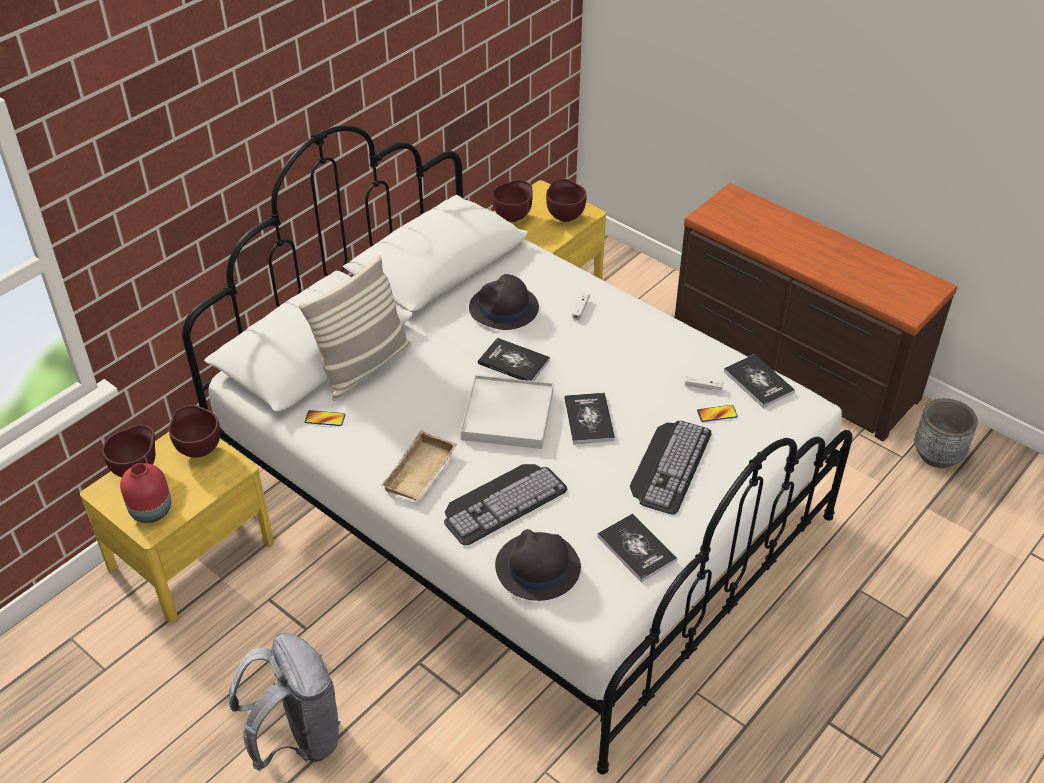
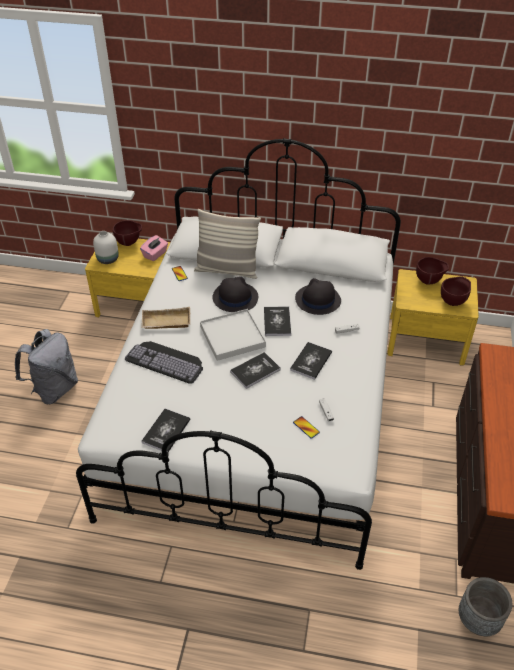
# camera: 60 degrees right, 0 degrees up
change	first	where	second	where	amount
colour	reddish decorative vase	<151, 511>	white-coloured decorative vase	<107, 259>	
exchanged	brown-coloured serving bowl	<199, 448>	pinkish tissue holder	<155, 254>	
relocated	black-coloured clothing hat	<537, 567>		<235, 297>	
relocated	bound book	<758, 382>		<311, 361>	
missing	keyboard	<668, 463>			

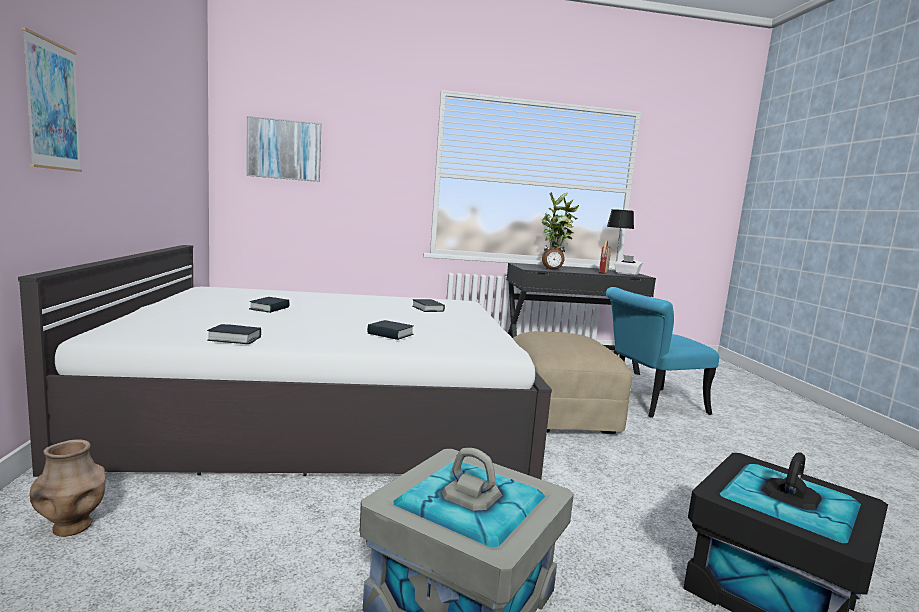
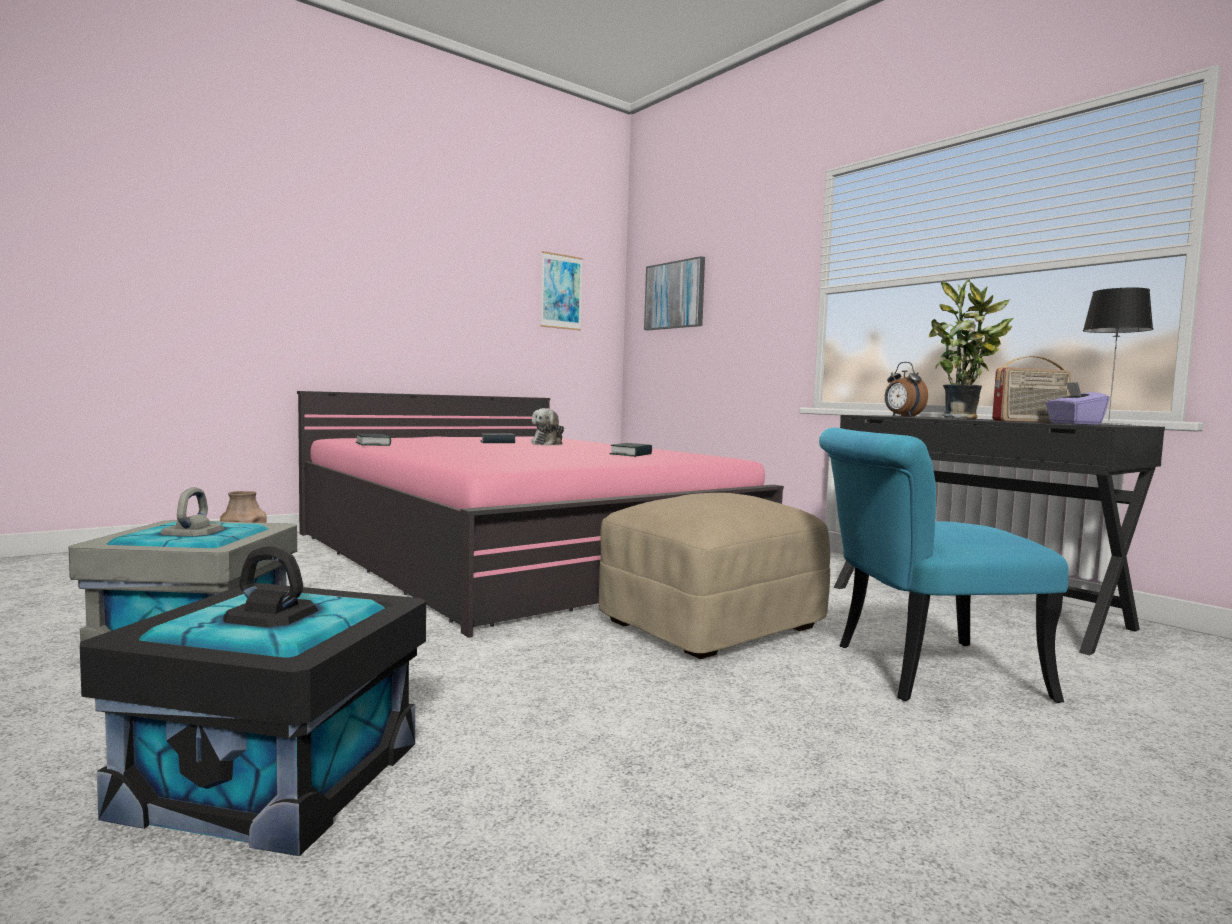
# camera: 60 degrees right, 5 degrees down
change	first	where	second	where	amount
colour	white-coloured bed	<324, 407>	pinkish bed	<518, 552>	
appeared			plush toy	<548, 444>	
relocated	wall picture	<52, 106>		<561, 291>	
spun	turquoise-coloured upright chair	<648, 403>		<916, 671>	45 degrees counterclockwise
colour	white-coloured tissue holder	<626, 274>	purple tissue holder	<1073, 423>	
missing	bound book	<390, 334>			

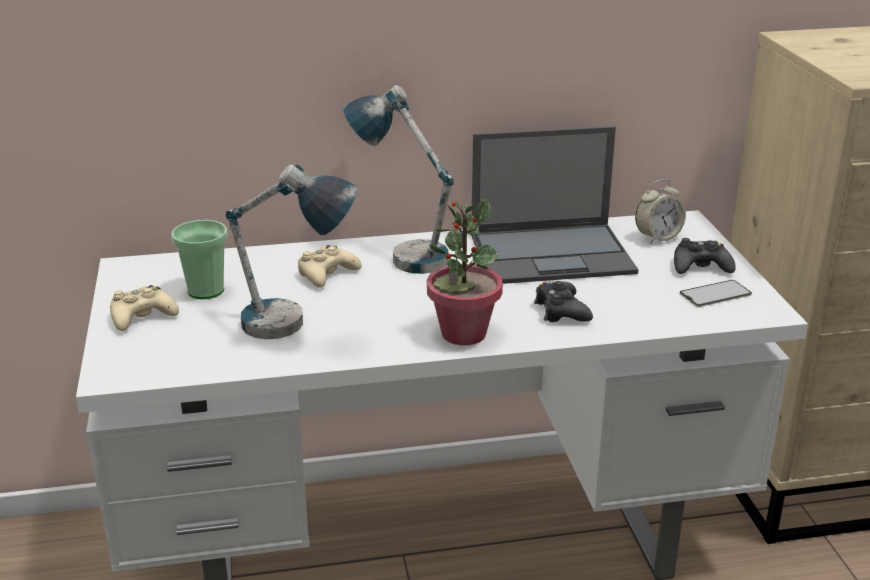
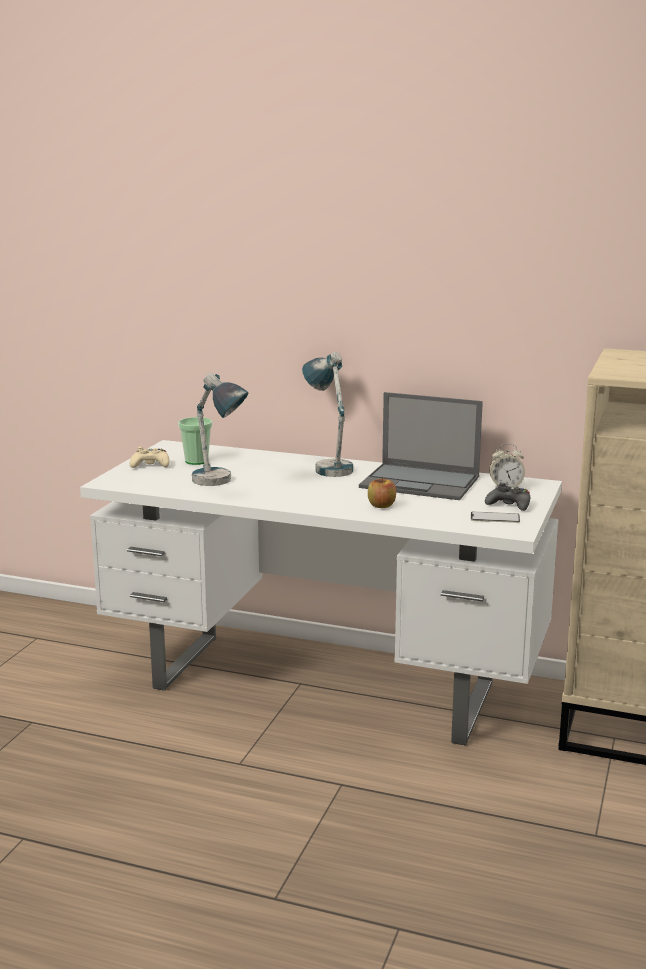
# camera: 30 degrees right, 10 degrees down
change	first	where	second	where	amount
exchanged	black-coloured joypad	<561, 311>	whole apple	<381, 506>	
missing	sand-coloured joypad	<327, 274>			
missing	potted plant	<463, 334>			

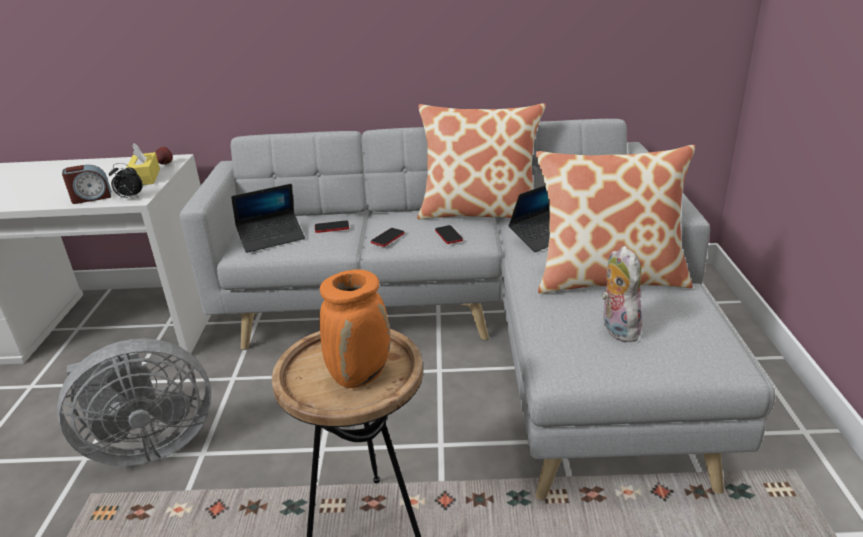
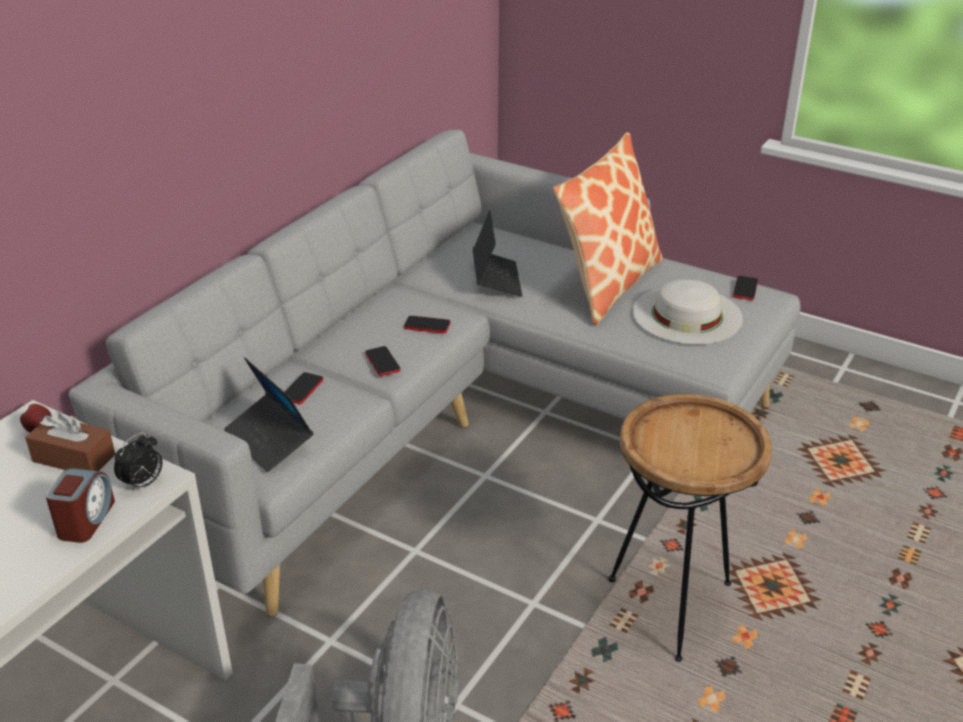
# camera: 60 degrees left, 5 degrees up
change	first	where	second	where	amount
colour	yellow tissue holder	<145, 177>	brown-coloured tissue holder	<74, 458>	
spun	laptop	<271, 238>		<269, 440>	135 degrees clockwise
exchanged	plush toy	<616, 329>	white-coloured clothing hat	<687, 315>	
appeared			telephone	<745, 289>	
missing	orangey decorative vase	<360, 375>			
missing	pillow	<480, 212>			

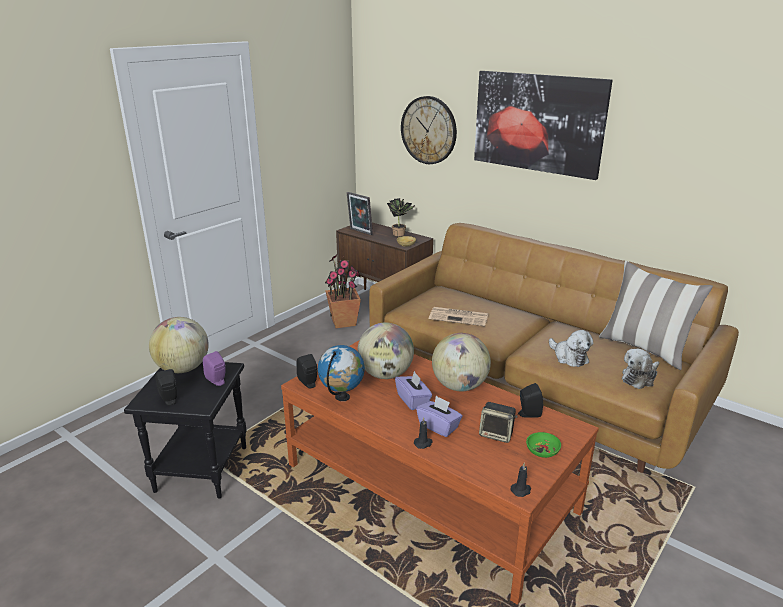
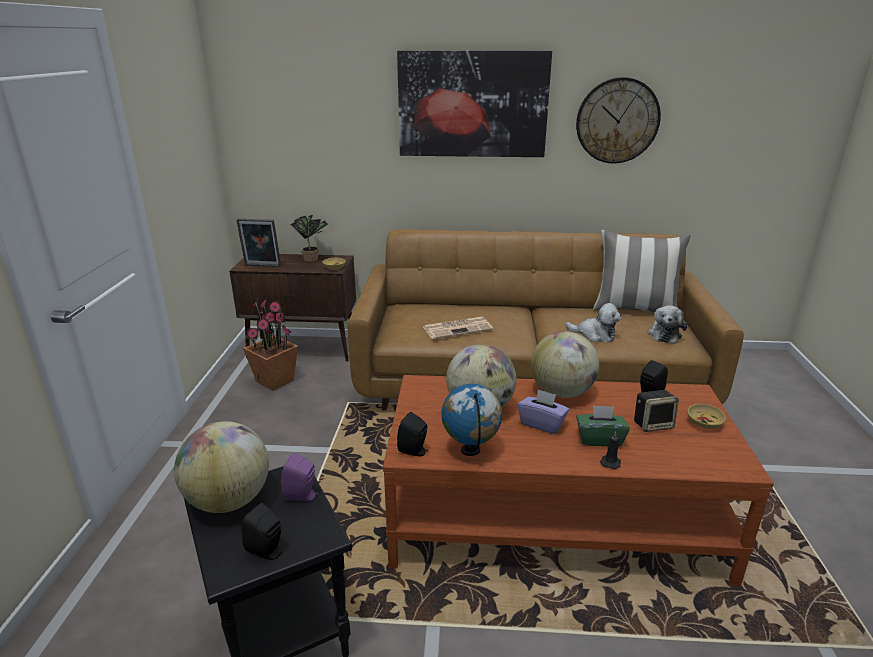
# camera: 35 degrees left, 0 degrees up
change	first	where	second	where	amount
relocated	clock on the wall	<429, 130>		<617, 121>	
colour	purple tissue holder	<439, 426>	greenish tissue holder	<599, 439>	
colour	greenish serving bowl	<543, 451>	sand-coloured serving bowl	<705, 423>	
missing	black-coloured wax candle	<521, 490>			

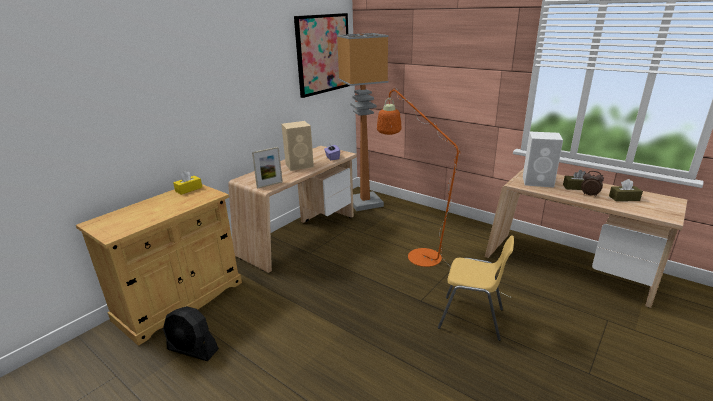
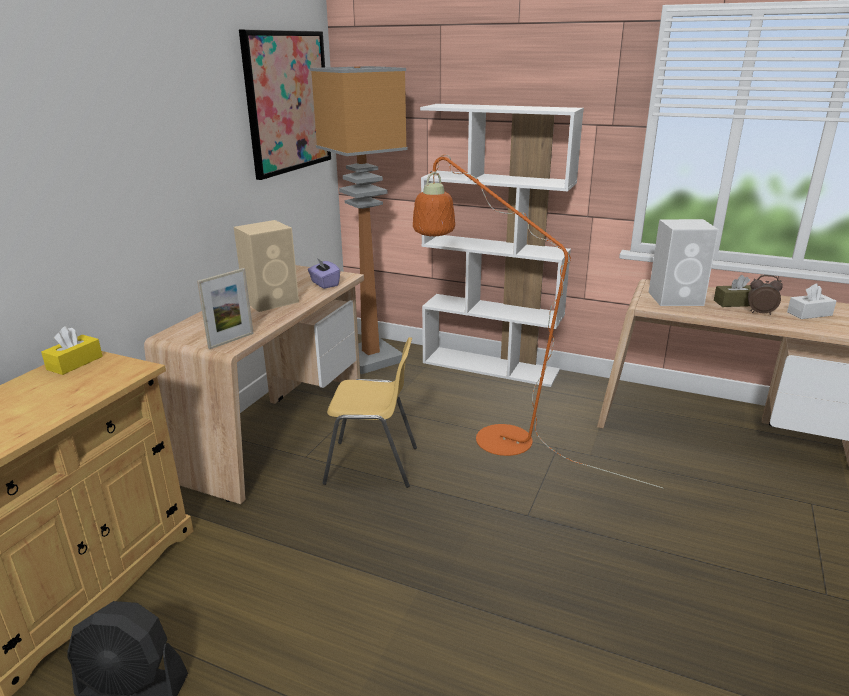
# camera: 15 degrees left, 0 degrees up
change	first	where	second	where	amount
relocated	yellow upright chair	<471, 318>		<373, 465>	
appeared			white-coloured bookcase	<491, 366>	
colour	brown-coloured tissue holder	<624, 198>	white-coloured tissue holder	<809, 314>	

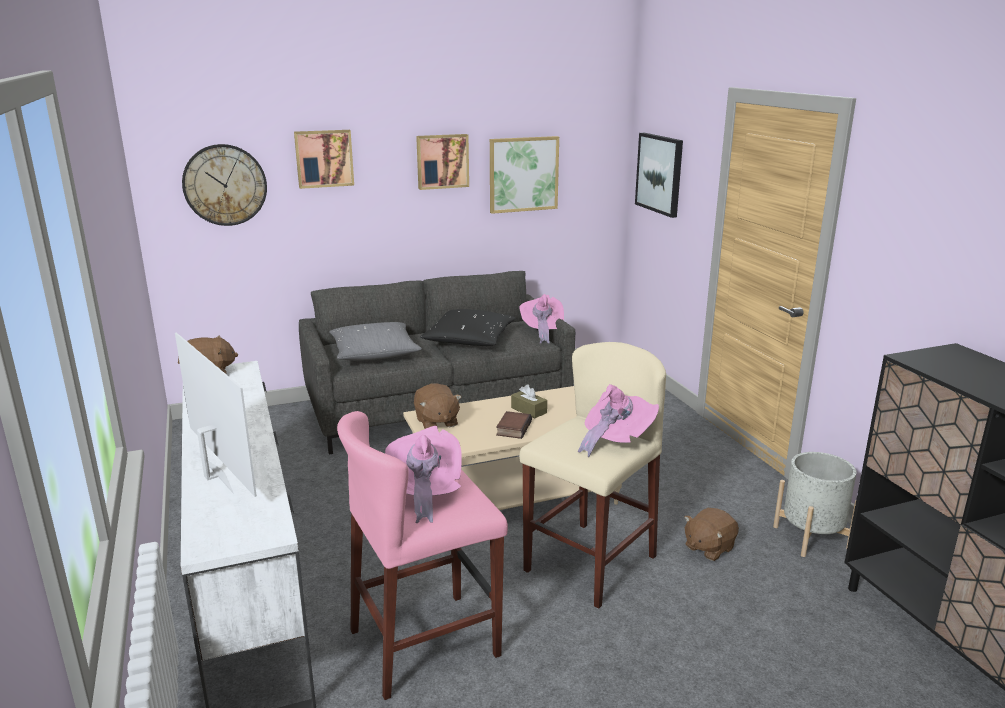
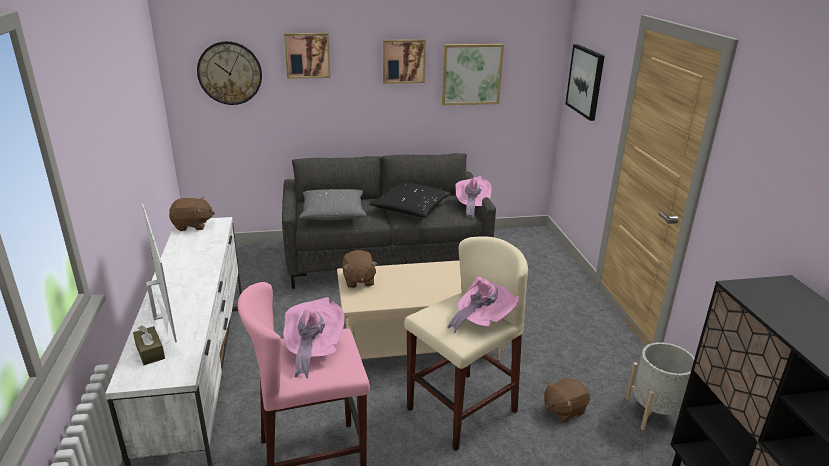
# camera: 10 degrees right, 5 degrees up
change	first	where	second	where	amount
relocated	brown-coloured tissue holder	<528, 410>		<150, 352>	
missing	bound book	<513, 428>			

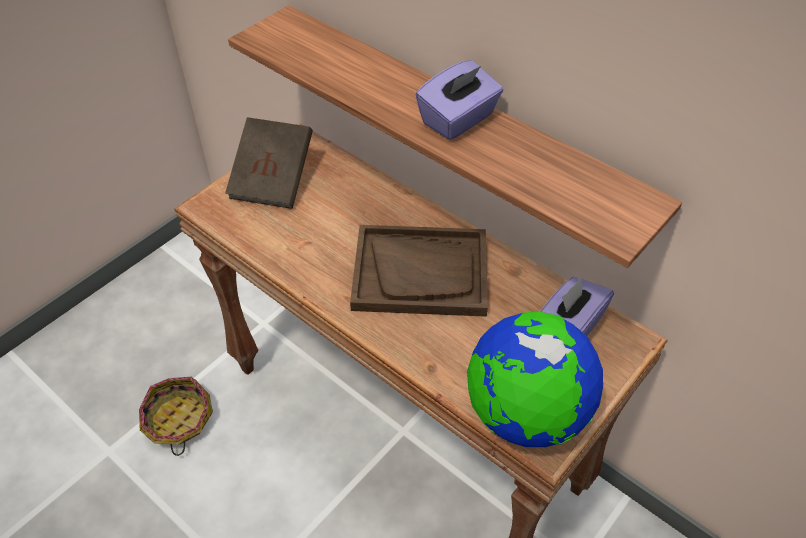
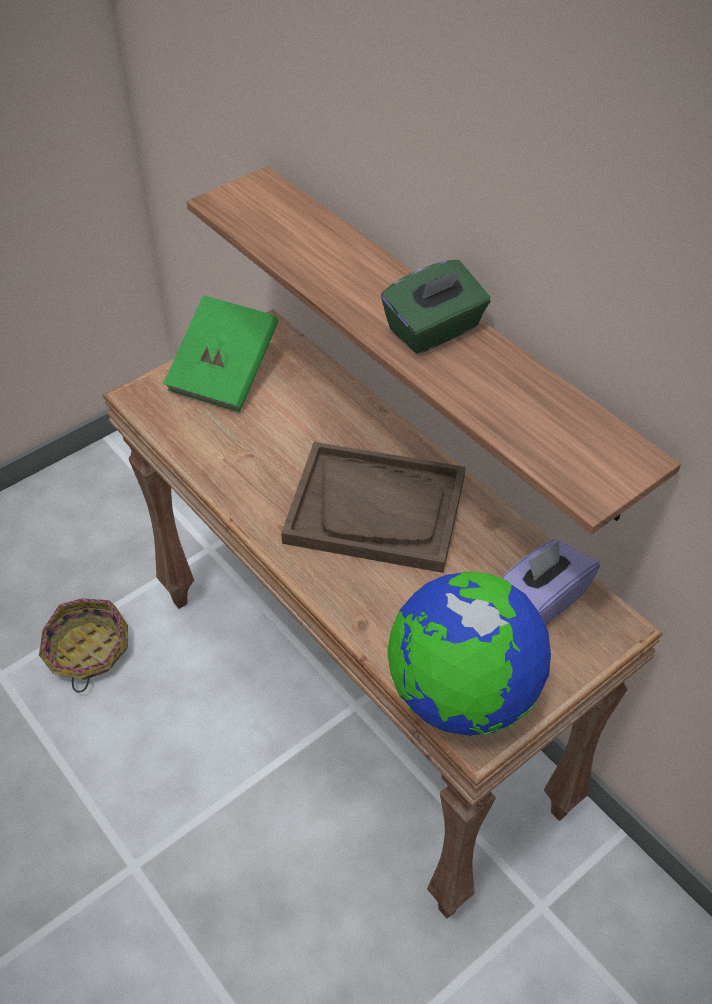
# camera: 10 degrees right, 0 degrees up
change	first	where	second	where	amount
colour	brown-coloured bound book	<273, 180>	greenish bound book	<224, 374>	
colour	purple tissue holder	<458, 120>	greenish tissue holder	<434, 330>	

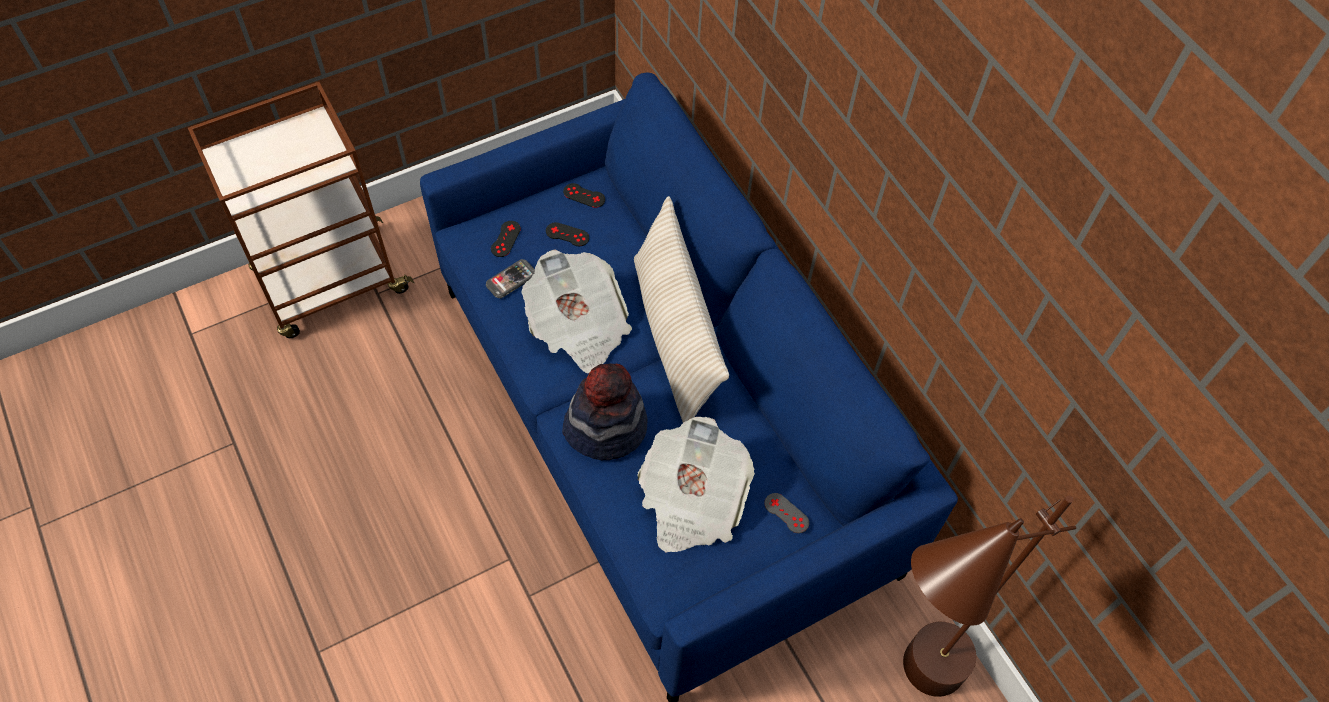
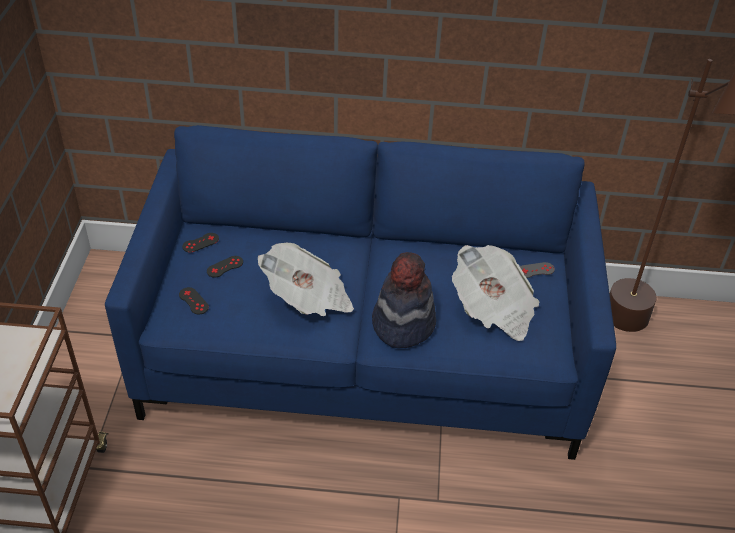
# camera: 55 degrees left, 15 degrees down
change	first	where	second	where	amount
missing	telephone	<511, 280>			
missing	sand-coloured pillow	<675, 338>			

